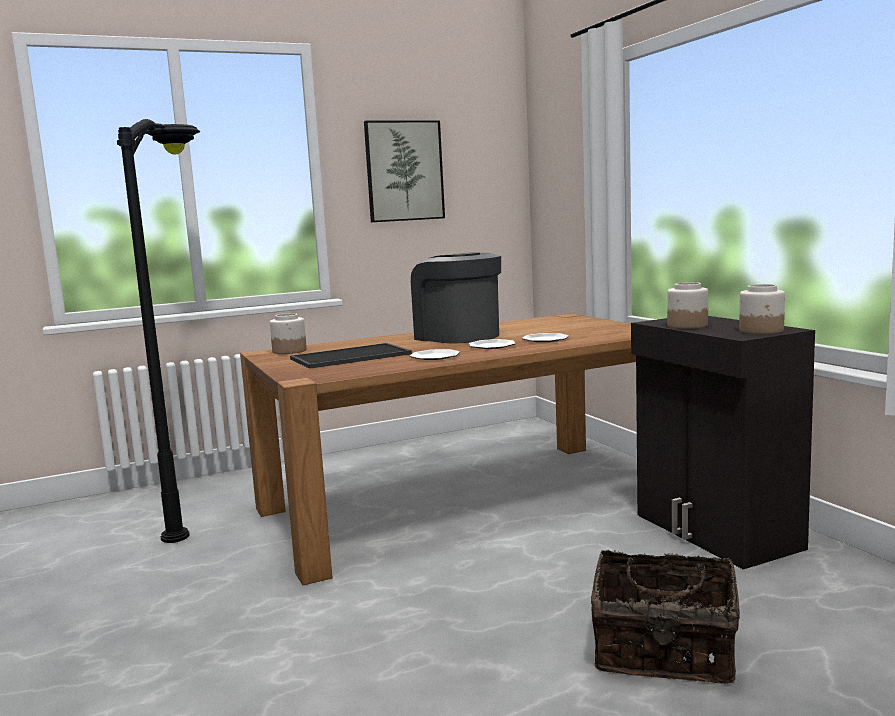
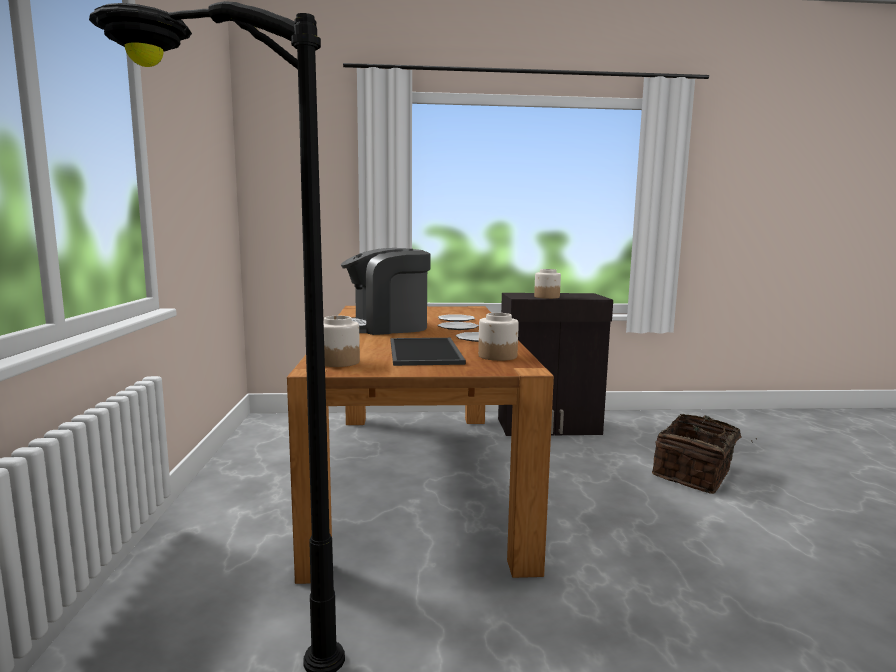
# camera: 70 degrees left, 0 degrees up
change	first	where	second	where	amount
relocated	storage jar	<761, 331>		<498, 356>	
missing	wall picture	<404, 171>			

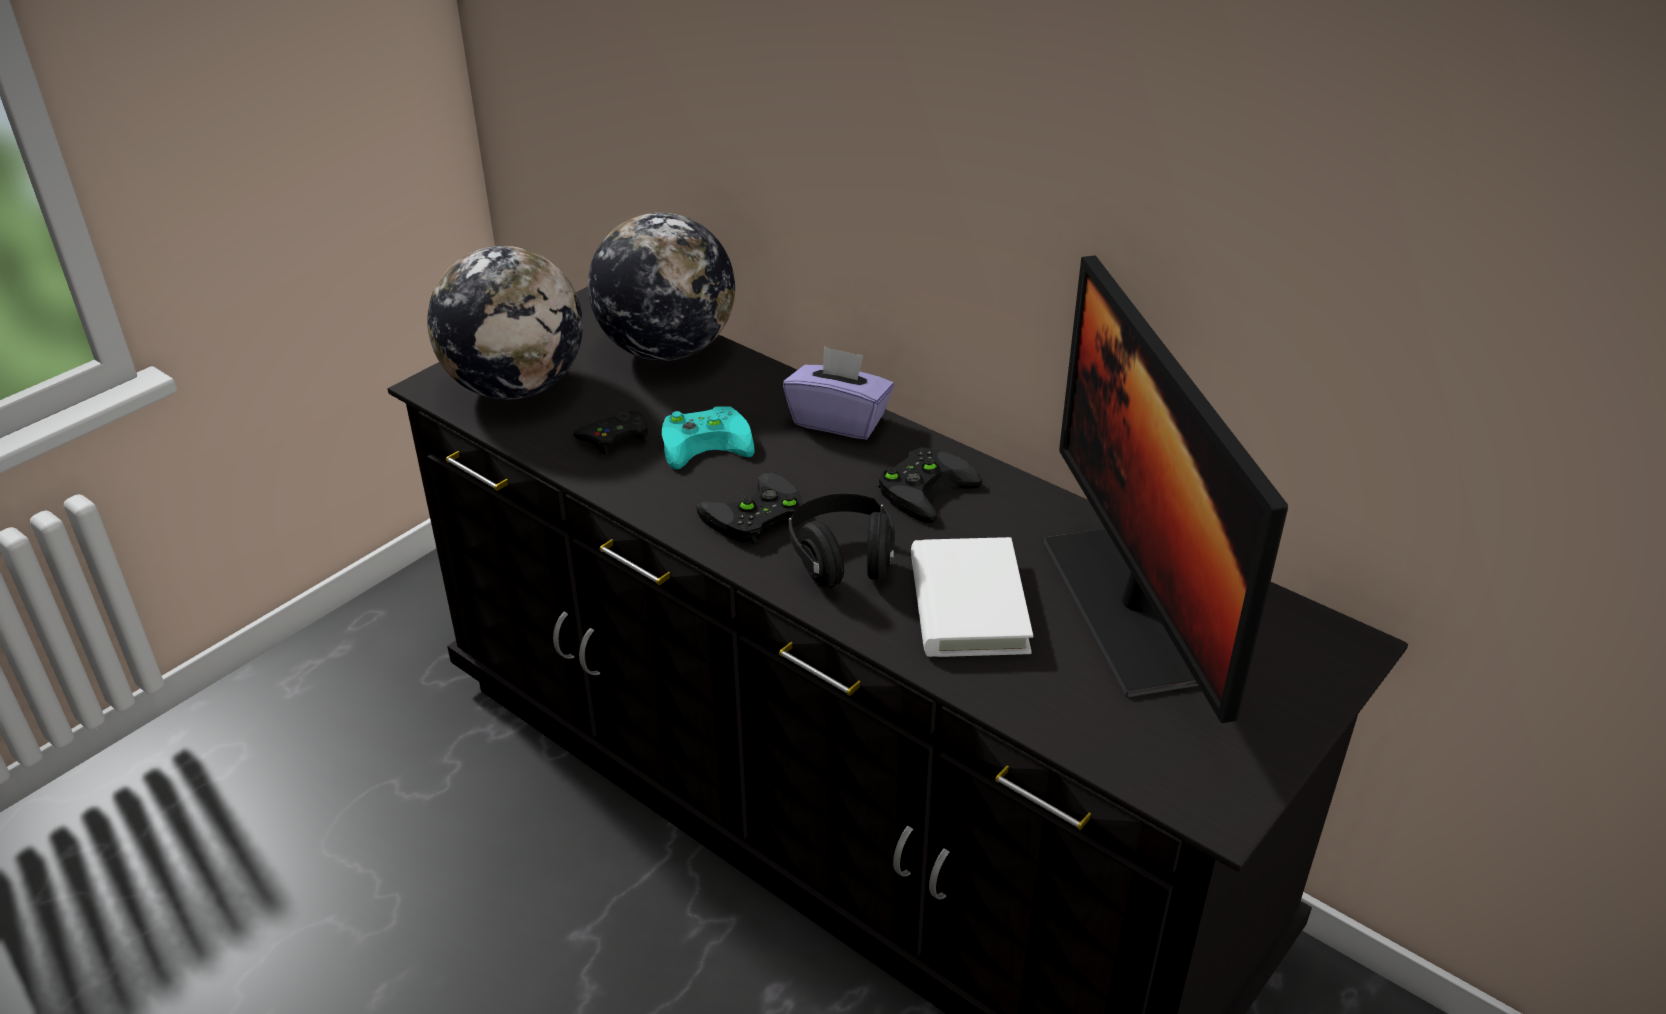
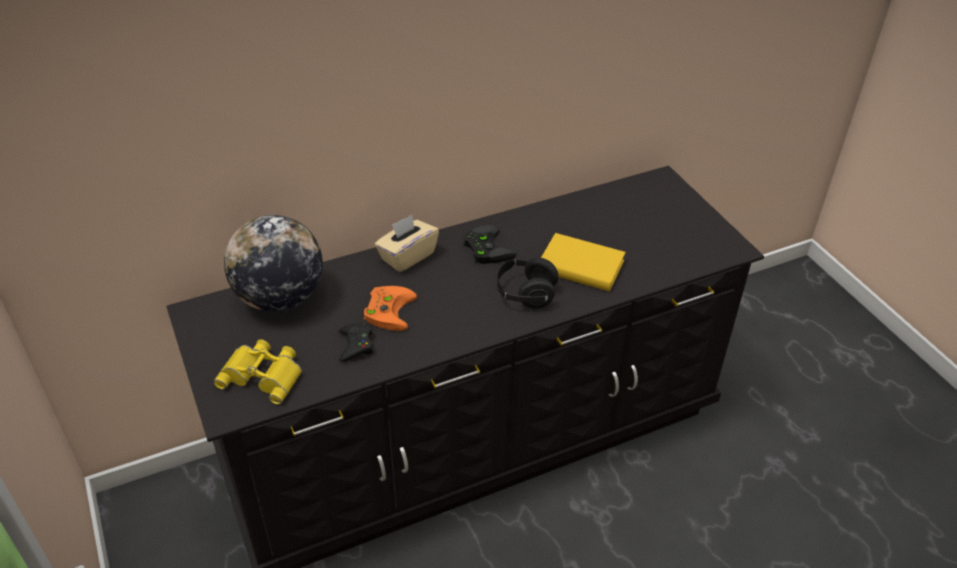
# camera: 65 degrees left, 5 degrees up
change	first	where	second	where	amount
exchanged	globe	<516, 387>	yellow binoculars	<264, 374>	
colour	turquoise-coloured joypad	<708, 441>	orangey joypad	<388, 309>	
colour	purple tissue holder	<839, 420>	sand-coloured tissue holder	<407, 256>	
colour	white-coloured bound book	<968, 604>	yellow bound book	<580, 266>	
missing	black-coloured joypad	<753, 517>			
missing	monitor	<1132, 607>			

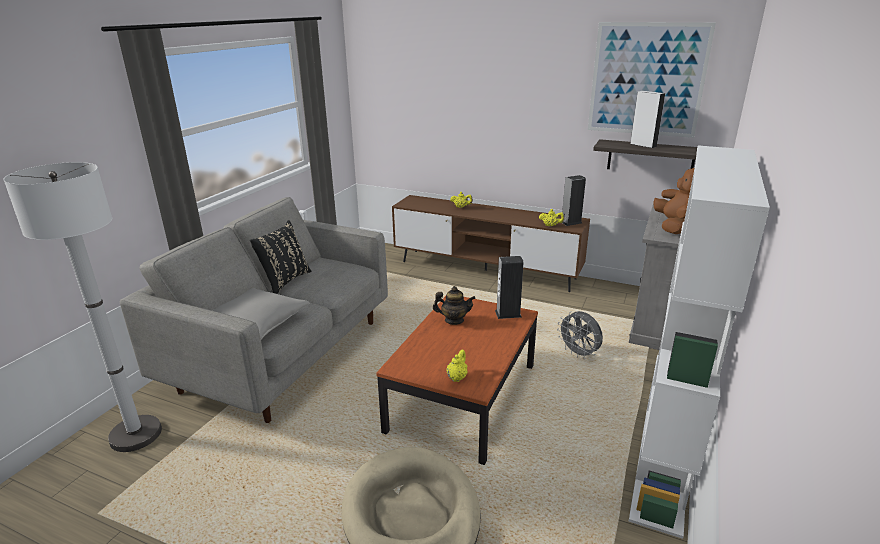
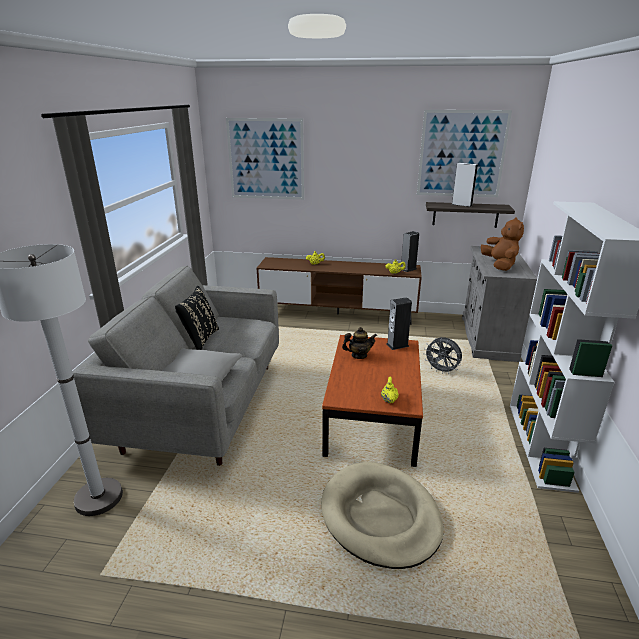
# camera: 15 degrees left, 0 degrees up
change	first	where	second	where	amount
appeared			wall picture	<266, 159>	

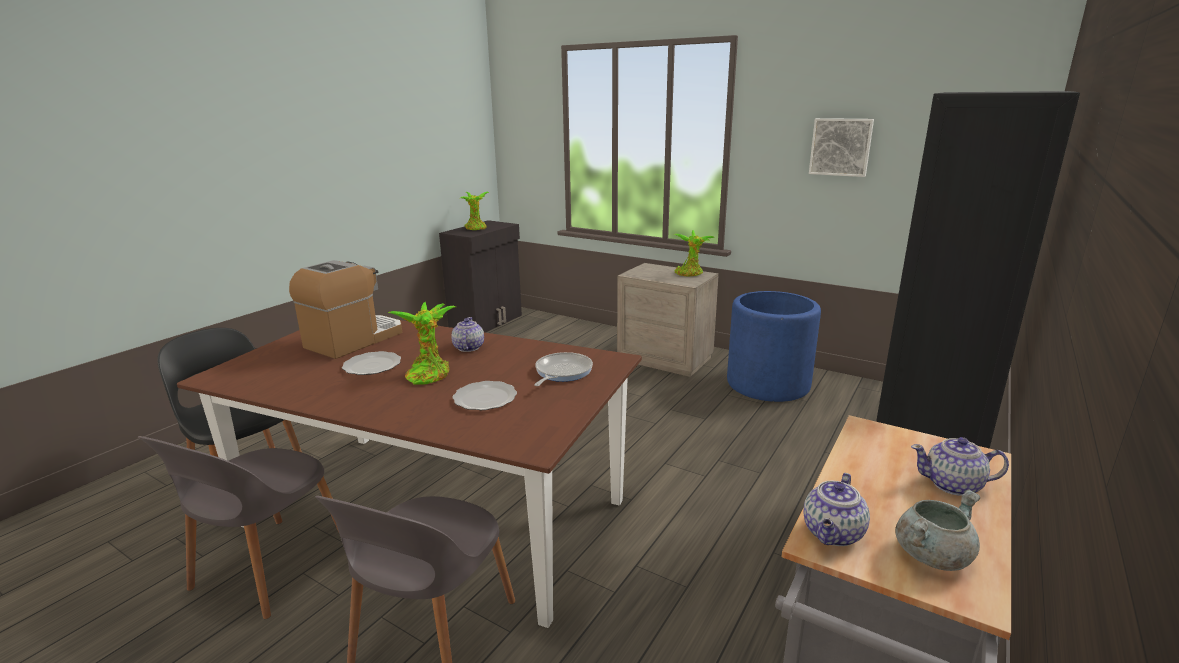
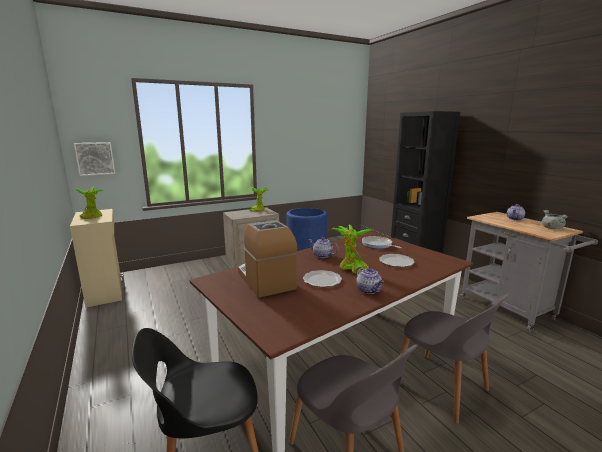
# camera: 60 degrees left, 5 degrees down
change	first	where	second	where	amount
colour	black-coloured cupboard	<487, 322>	sand-coloured cupboard	<106, 291>	
relocated	wall picture	<841, 147>		<95, 158>	
relocated	tea pot	<833, 534>		<369, 290>	

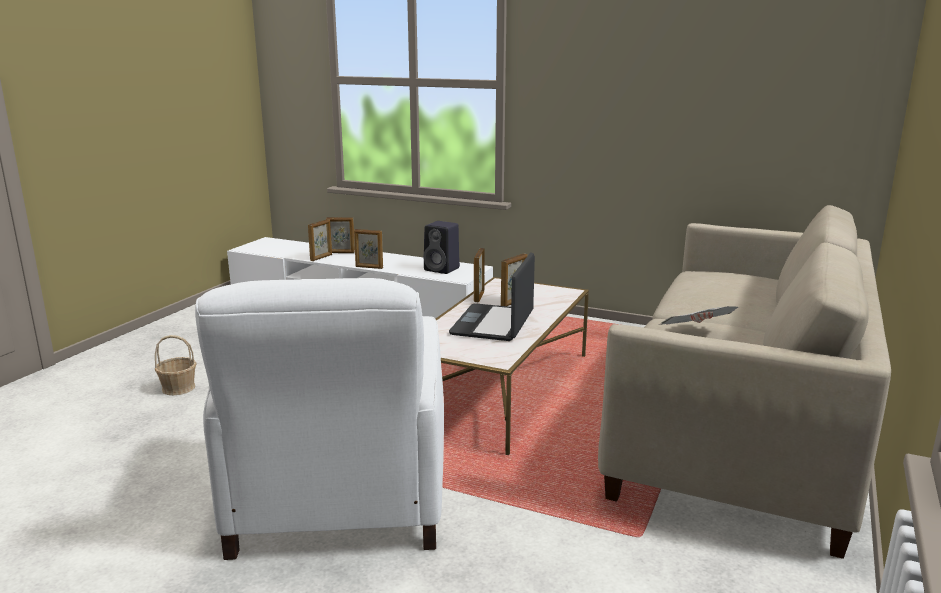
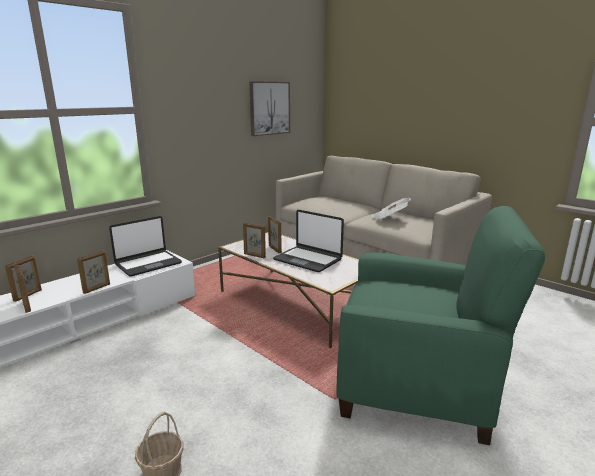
# camera: 70 degrees left, 0 degrees up
change	first	where	second	where	amount
exchanged	black-coloured speaker	<443, 269>	laptop	<148, 264>	
appeared			wall picture	<269, 108>	
colour	white-coloured lounge chair	<338, 499>	greenish lounge chair	<416, 384>	

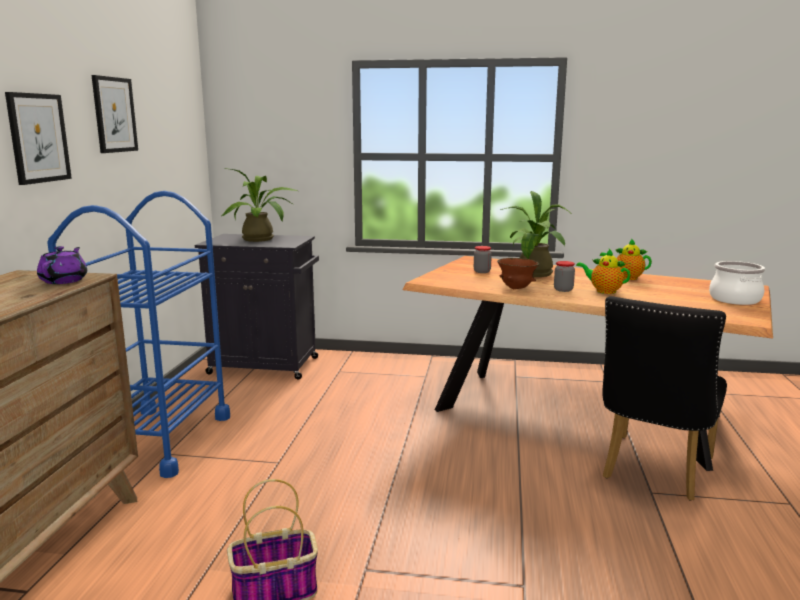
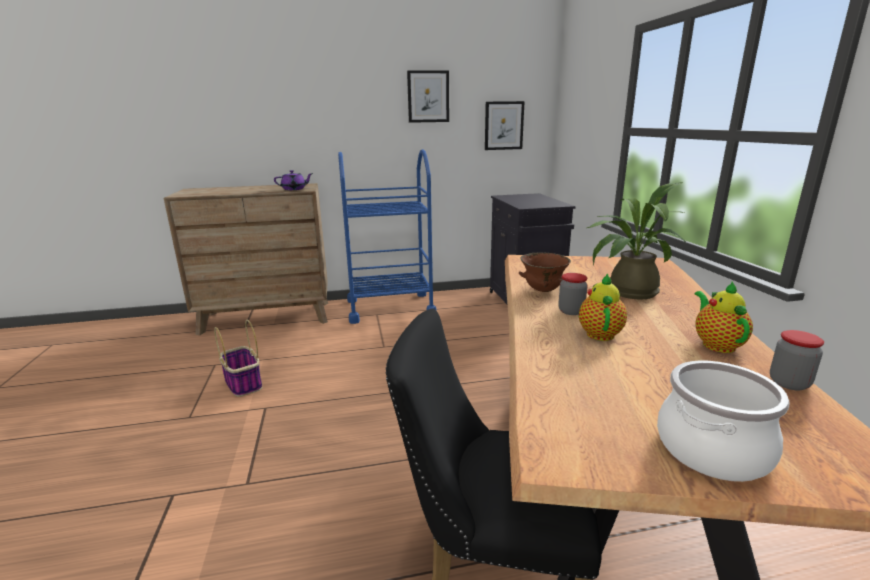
# camera: 70 degrees right, 5 degrees up
change	first	where	second	where	amount
relocated	wall picture	<38, 138>		<503, 125>	
relocated	storage jar	<482, 271>		<789, 383>	
missing	potted plant	<262, 239>			

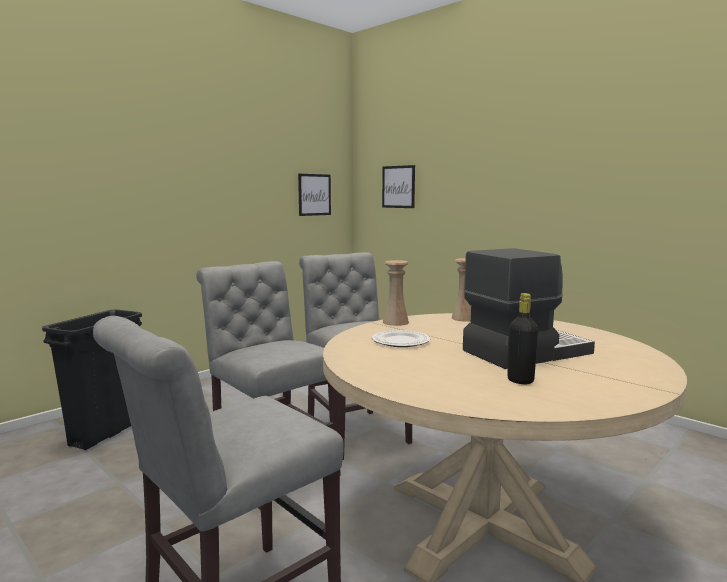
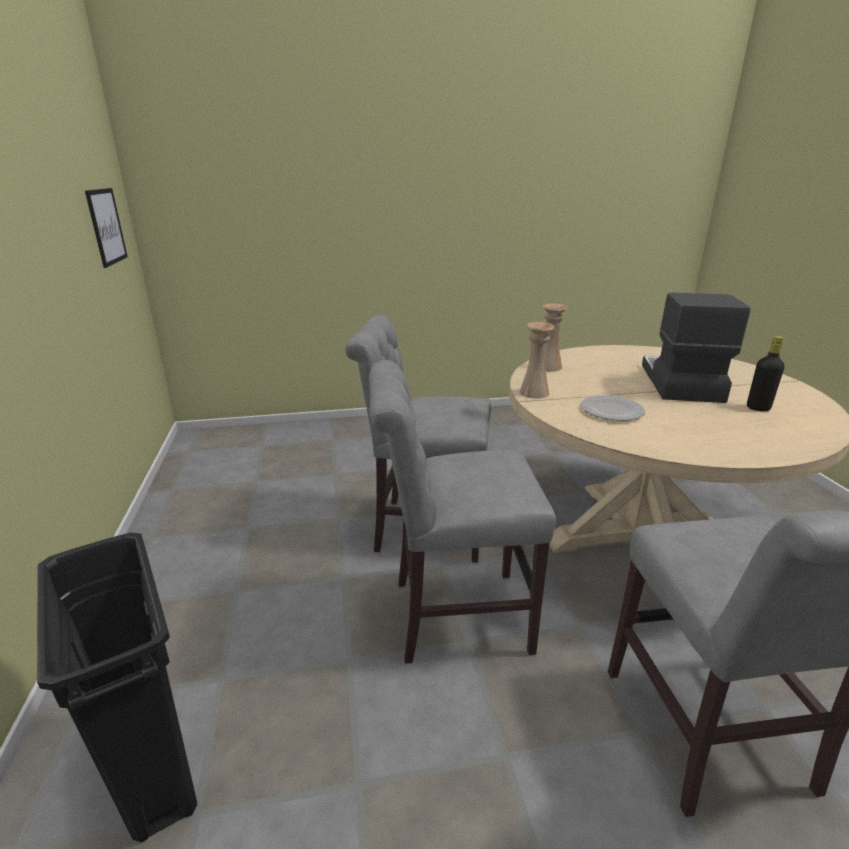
# camera: 55 degrees left, 15 degrees up
change	first	where	second	where	amount
missing	wall picture	<398, 187>			

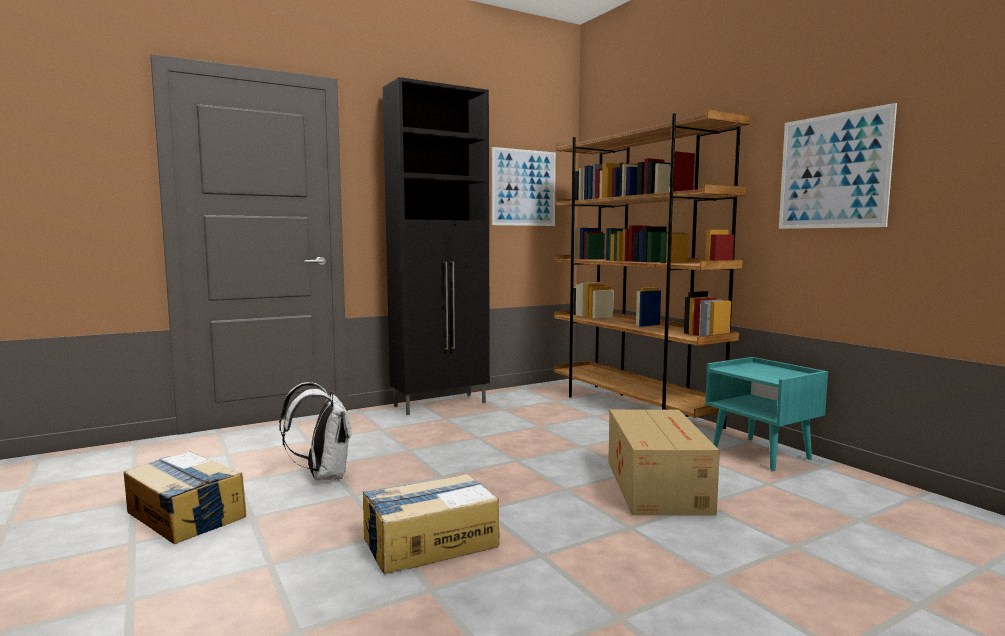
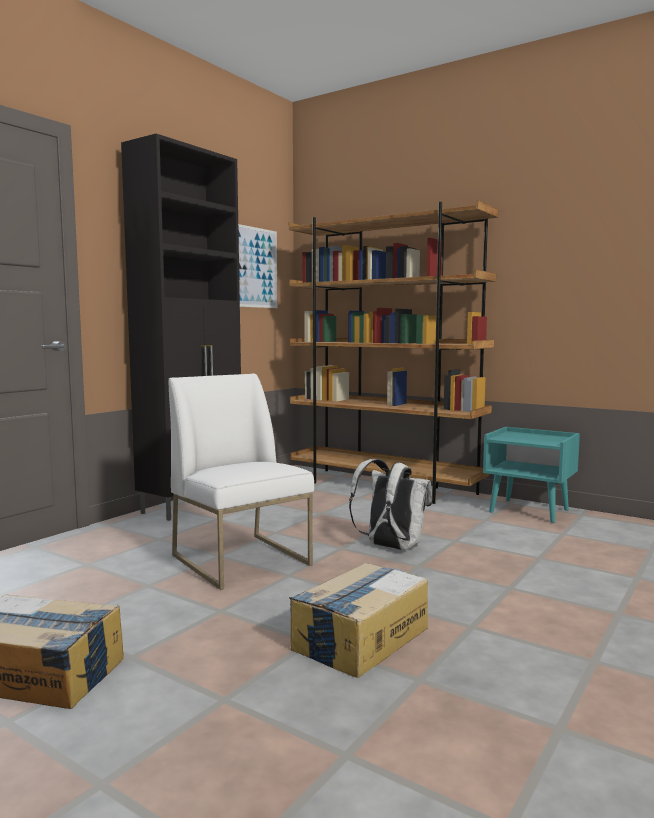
# camera: 25 degrees left, 0 degrees up
change	first	where	second	where	amount
appeared			white-coloured upright chair	<242, 560>	
relocated	white-coloured knapsack	<323, 476>		<390, 547>	
missing	carton	<657, 485>			
missing	wall picture	<833, 171>			

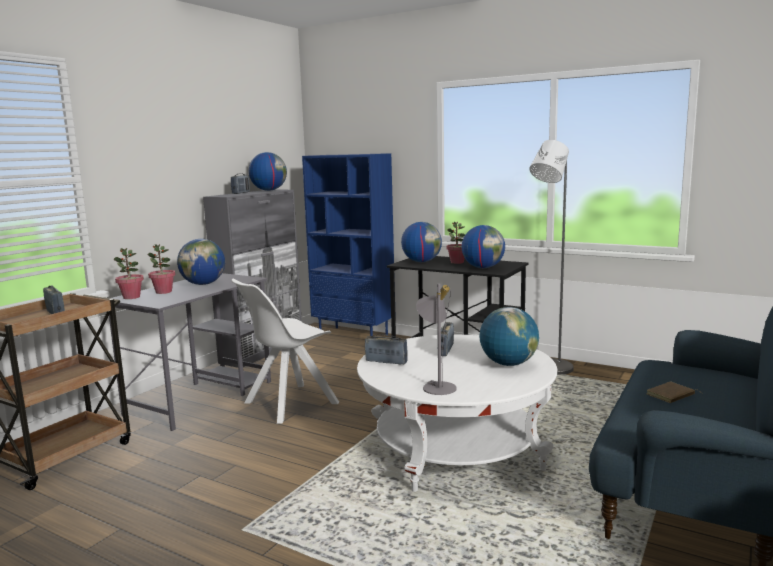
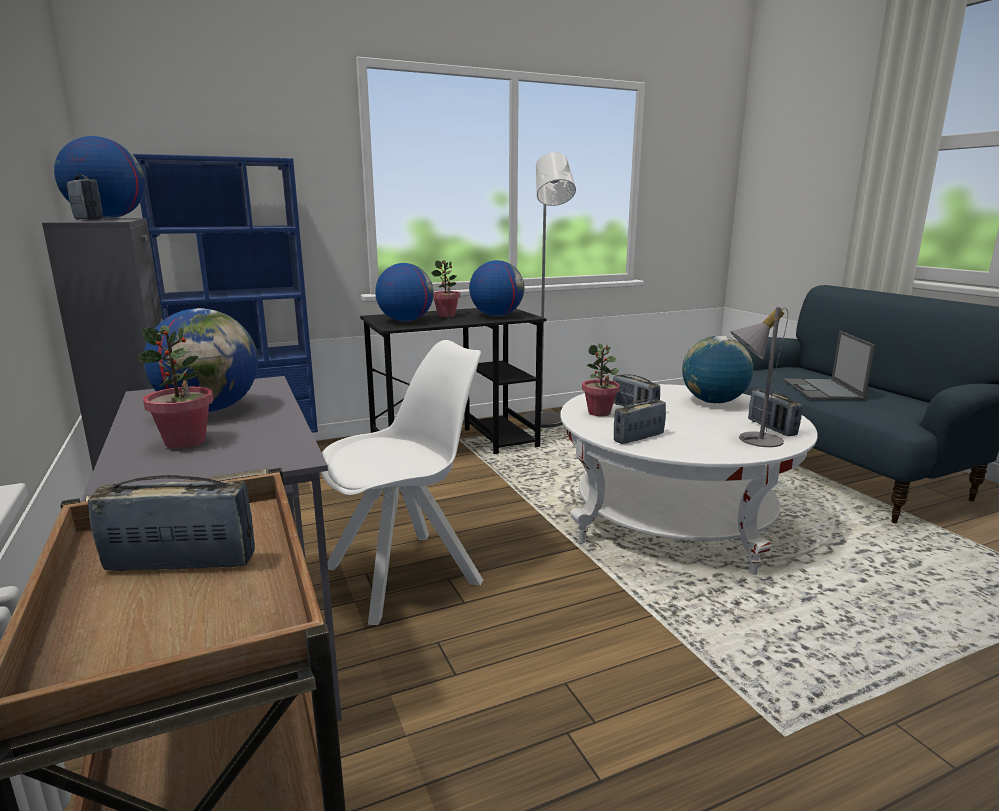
# camera: 55 degrees left, 5 degrees up
change	first	where	second	where	amount
spun	white-coloured upright chair	<288, 404>		<407, 574>	120 degrees counterclockwise
relocated	potted plant	<131, 297>		<599, 412>	
appeared			radio	<771, 428>	
exchanged	brown-coloured bound book	<671, 395>	laptop	<823, 390>	

